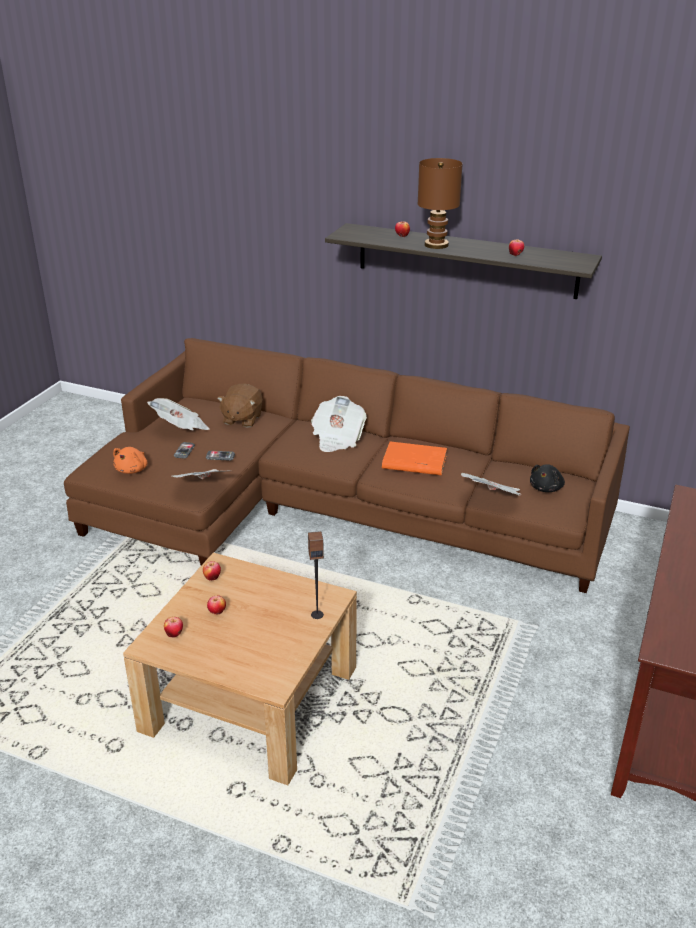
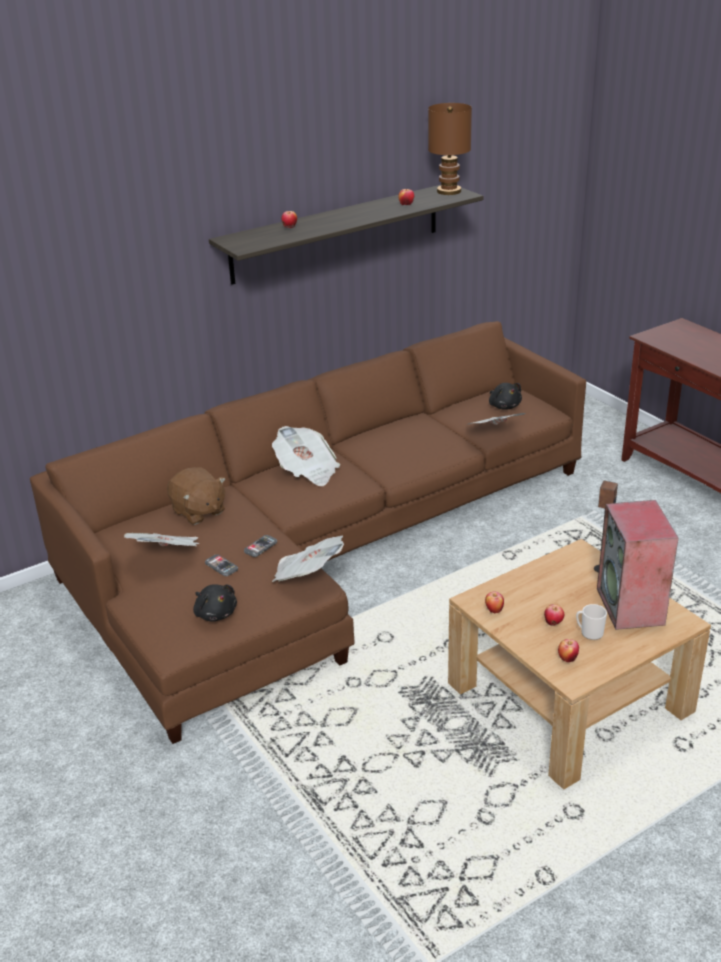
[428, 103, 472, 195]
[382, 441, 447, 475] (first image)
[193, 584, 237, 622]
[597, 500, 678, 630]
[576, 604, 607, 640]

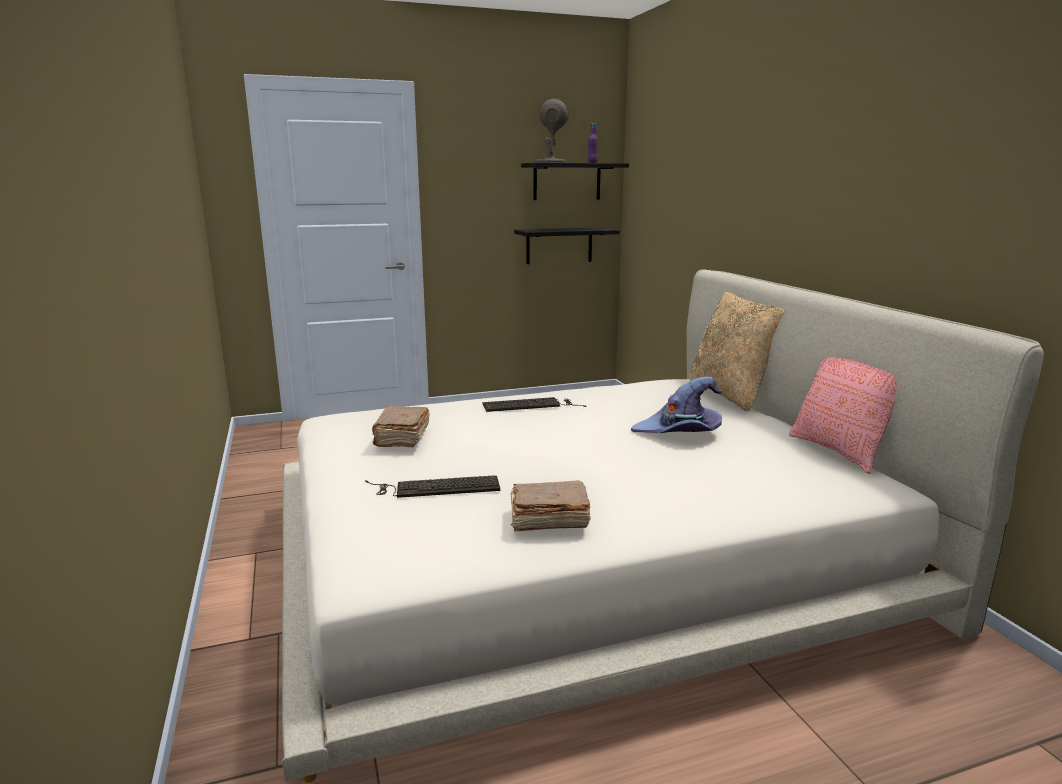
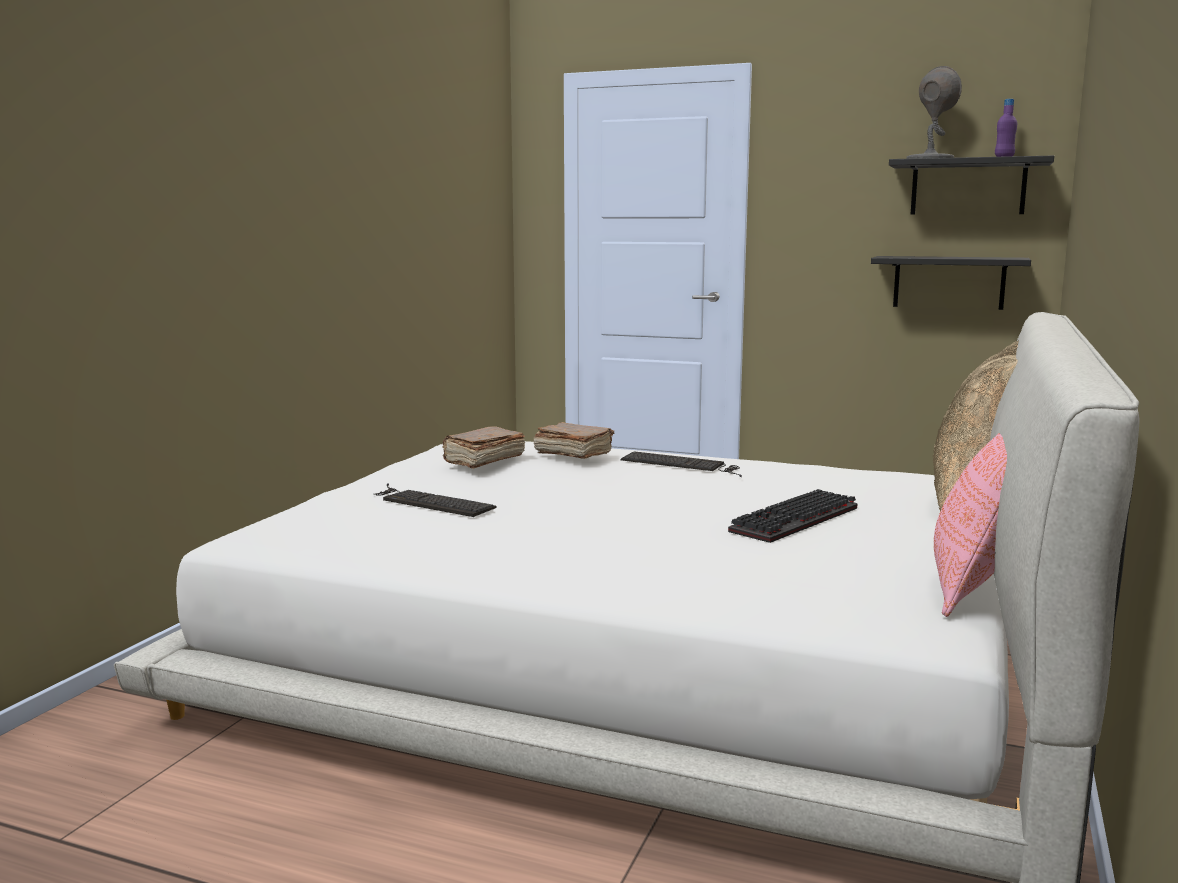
[728, 489, 857, 543]
[534, 422, 614, 459]

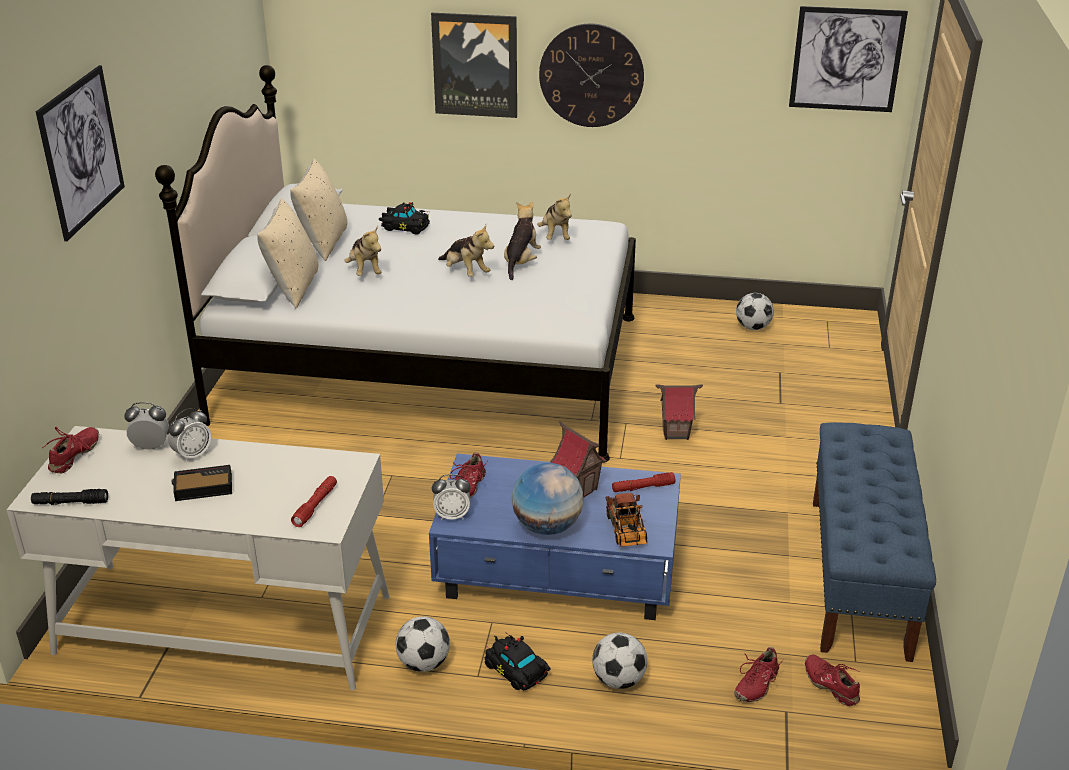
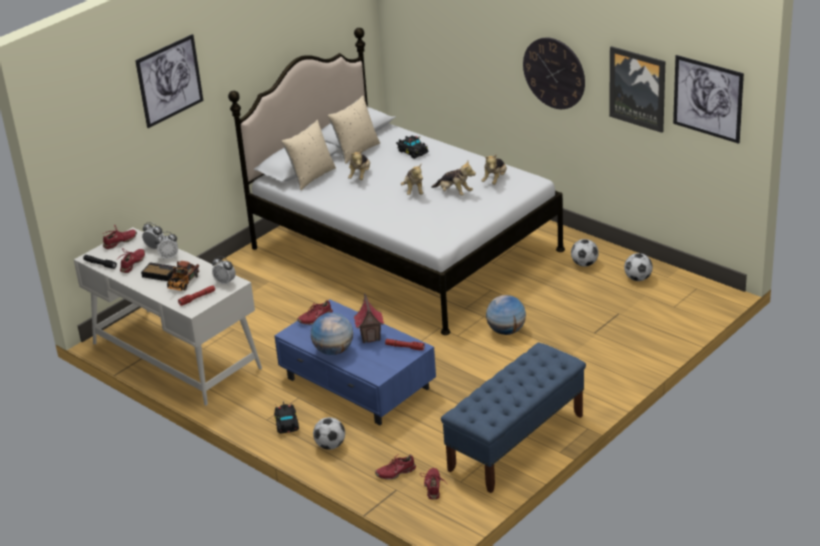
[609, 46, 665, 133]
[431, 161, 476, 196]
[486, 295, 526, 335]
[212, 256, 236, 286]
[167, 261, 199, 291]
[571, 239, 599, 267]
[120, 248, 145, 273]

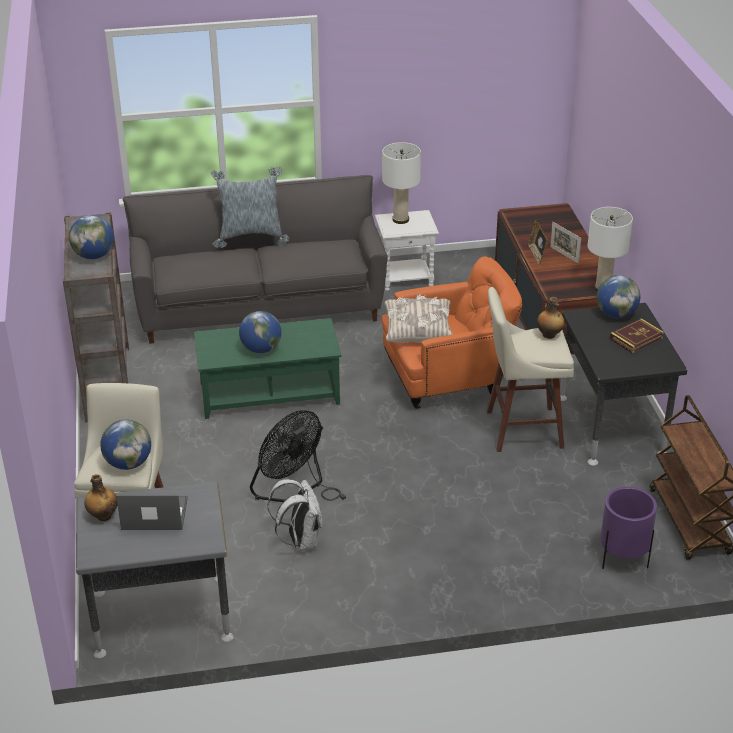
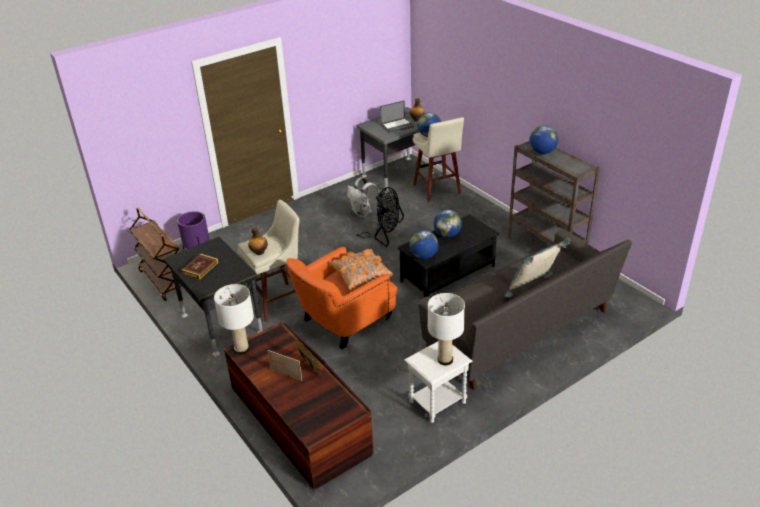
[409, 230, 438, 259]
[330, 249, 393, 290]
[397, 214, 499, 298]

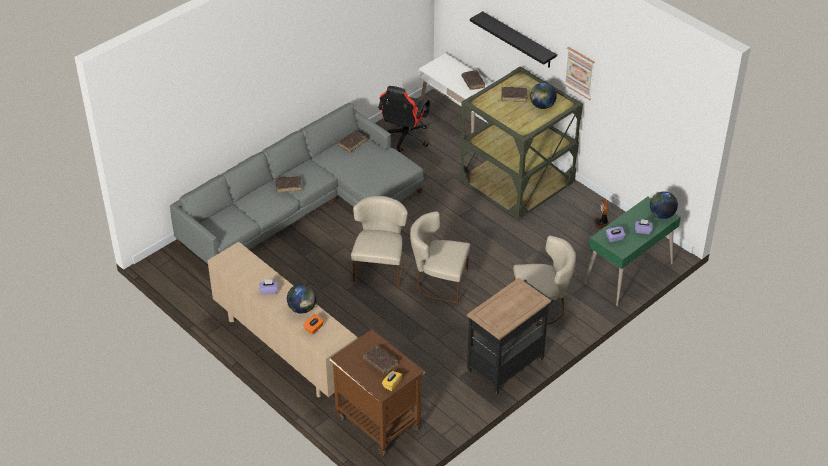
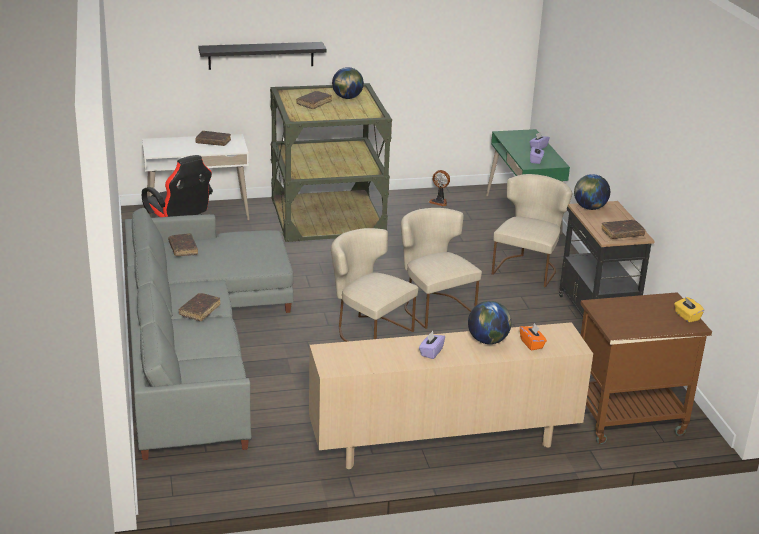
[563, 47, 595, 100] (first image)
[574, 174, 610, 210]
[401, 208, 482, 329]
[601, 220, 646, 239]

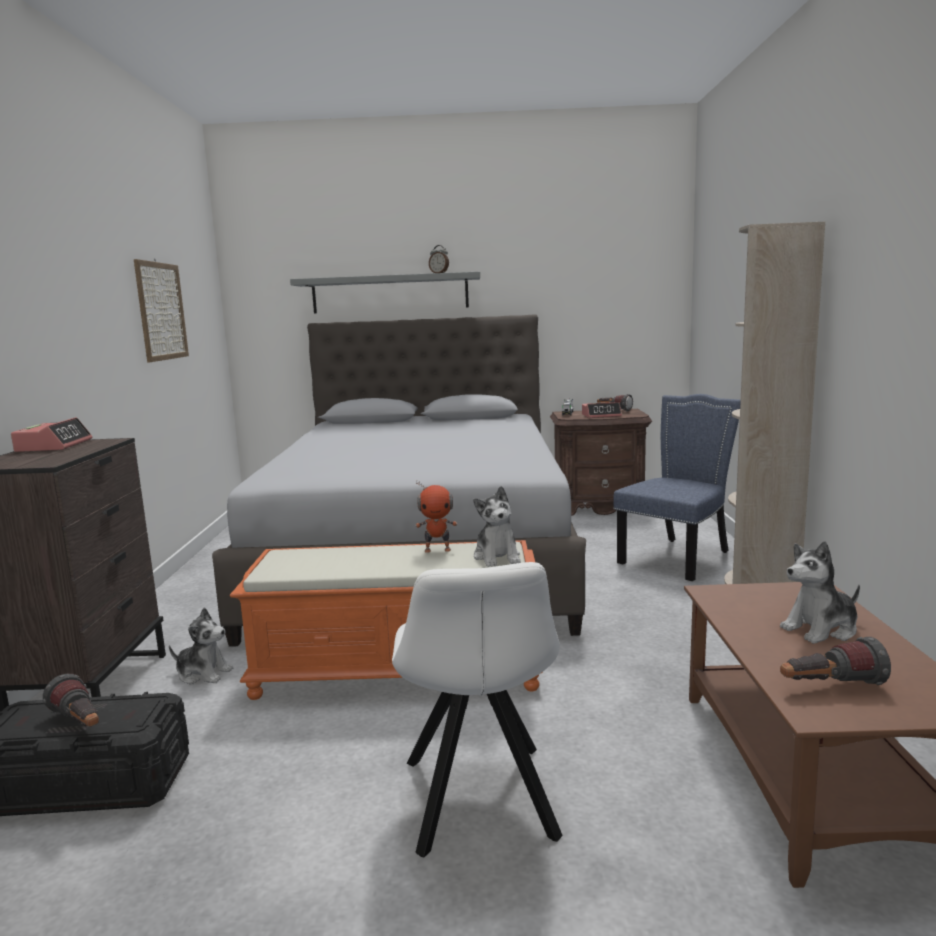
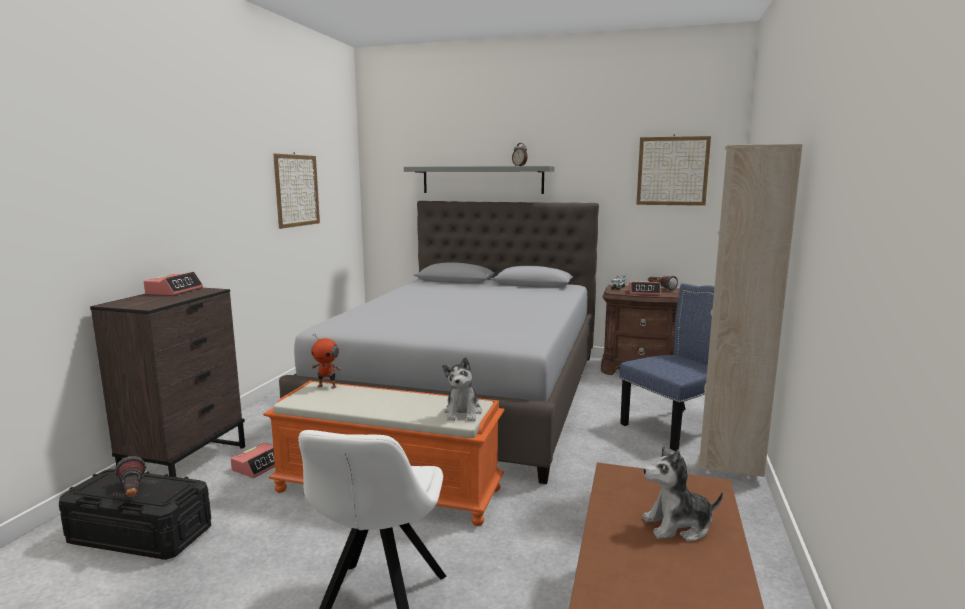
[311, 334, 341, 389]
[231, 442, 275, 478]
[780, 637, 891, 685] (first image)
[636, 134, 711, 206]

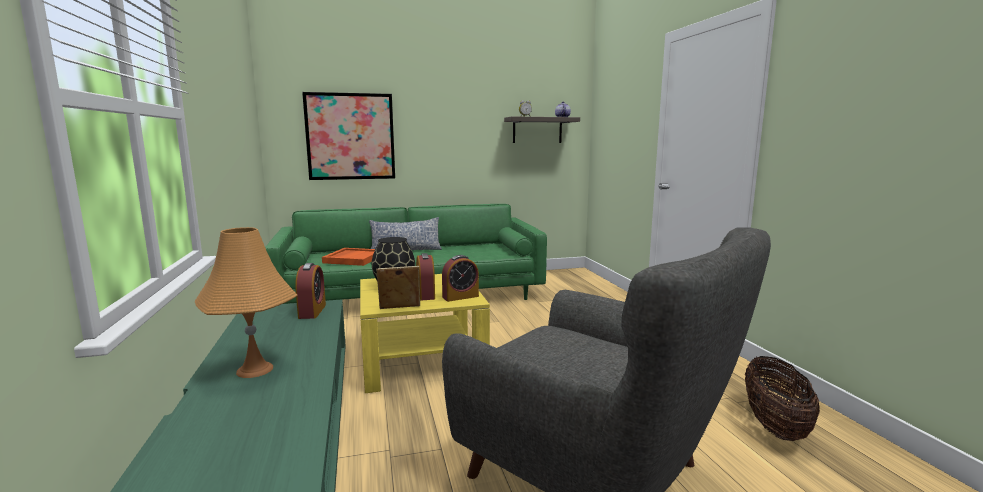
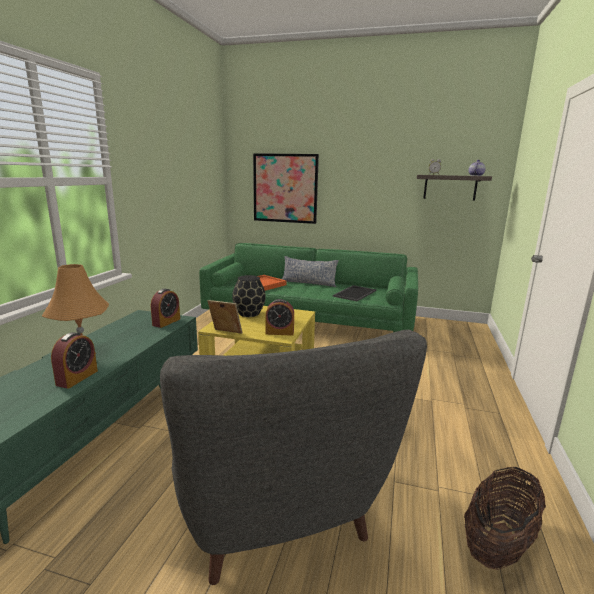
[51, 332, 98, 389]
[333, 285, 376, 302]

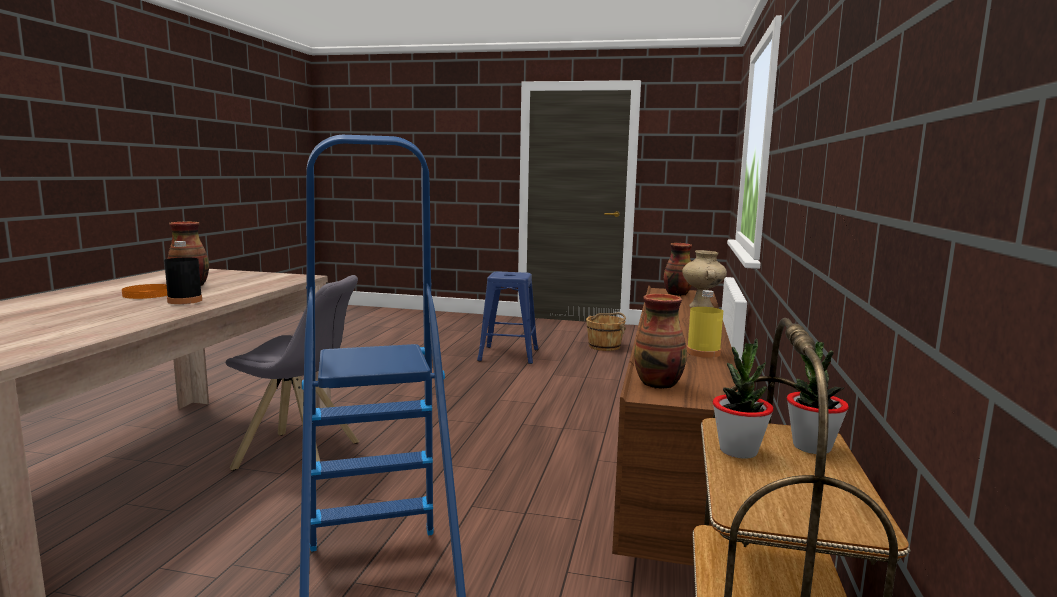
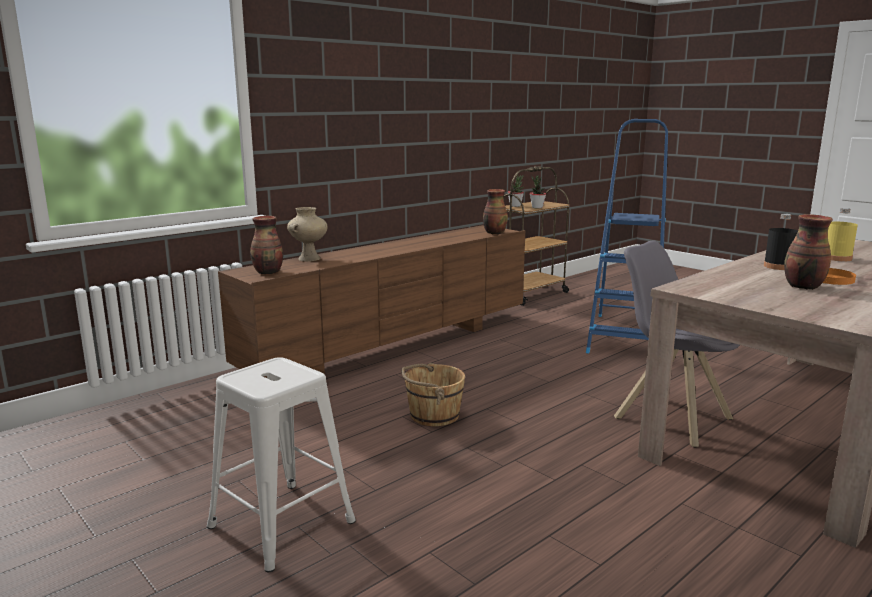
[207, 357, 356, 572]
[828, 208, 858, 261]
[401, 363, 465, 426]

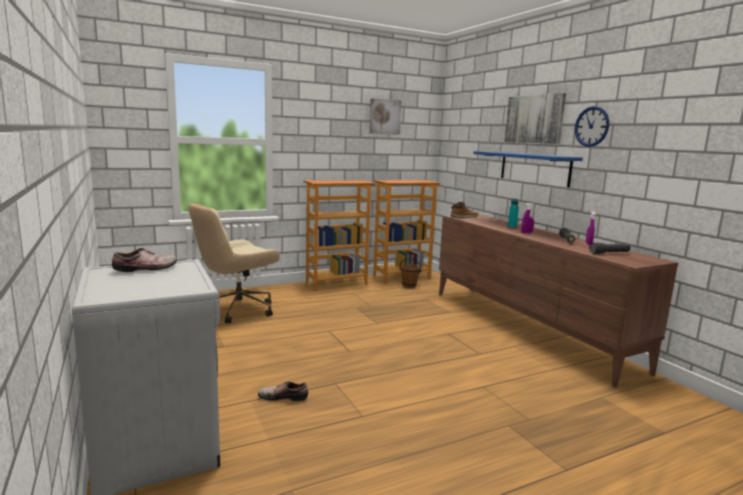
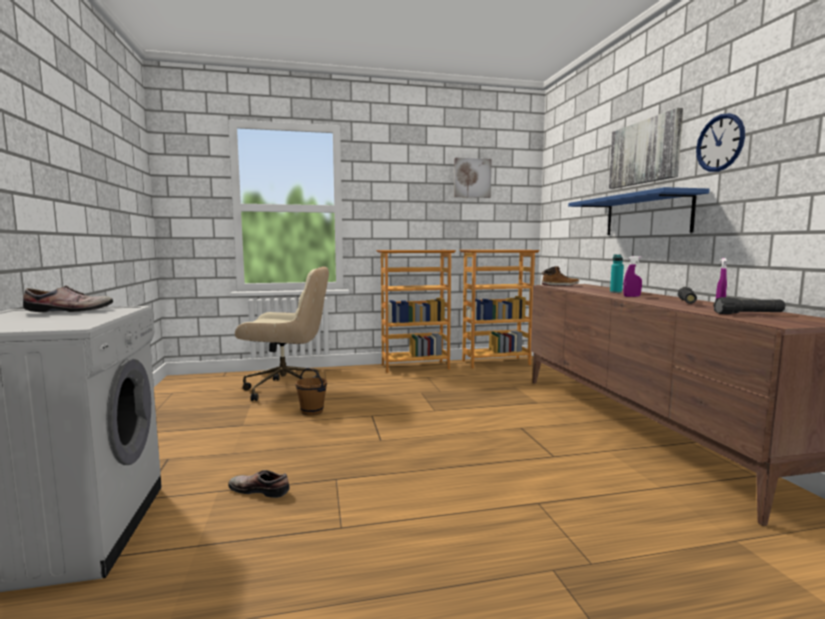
[235, 266, 329, 401]
[295, 368, 327, 415]

